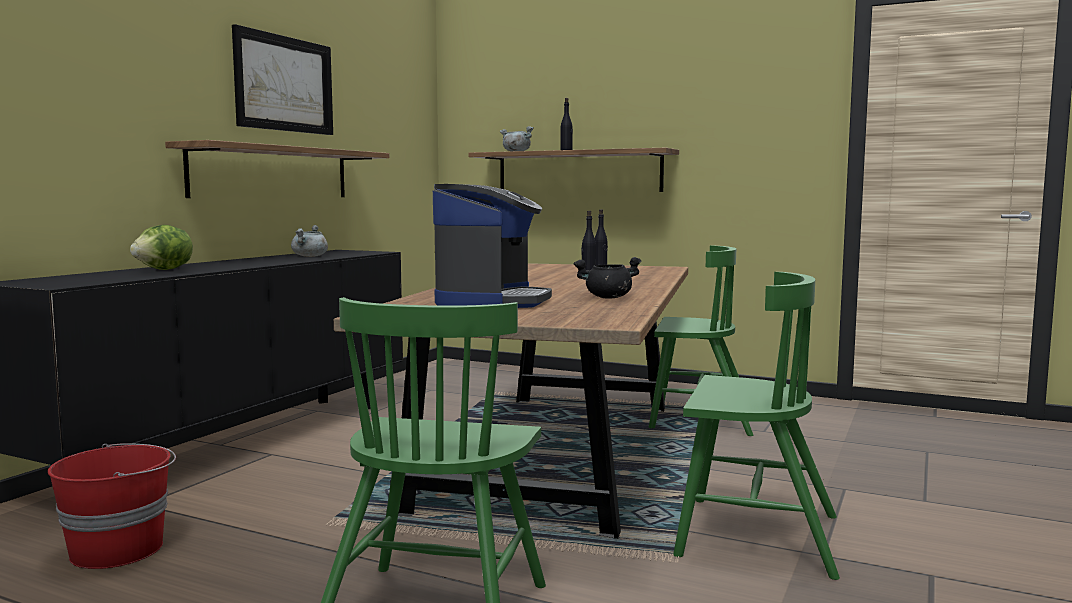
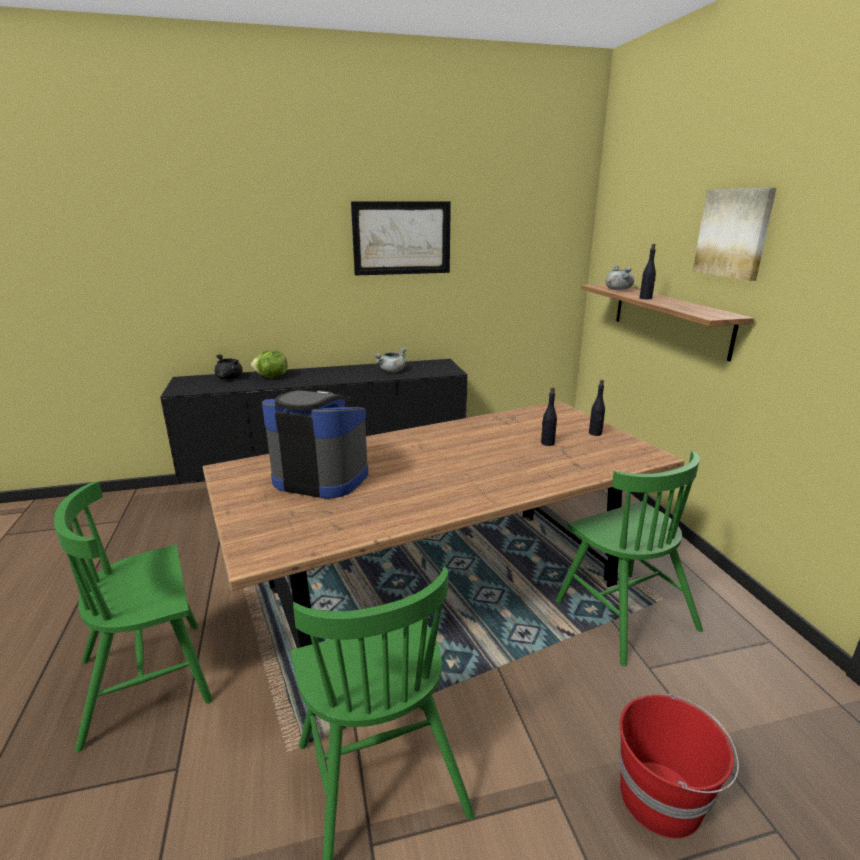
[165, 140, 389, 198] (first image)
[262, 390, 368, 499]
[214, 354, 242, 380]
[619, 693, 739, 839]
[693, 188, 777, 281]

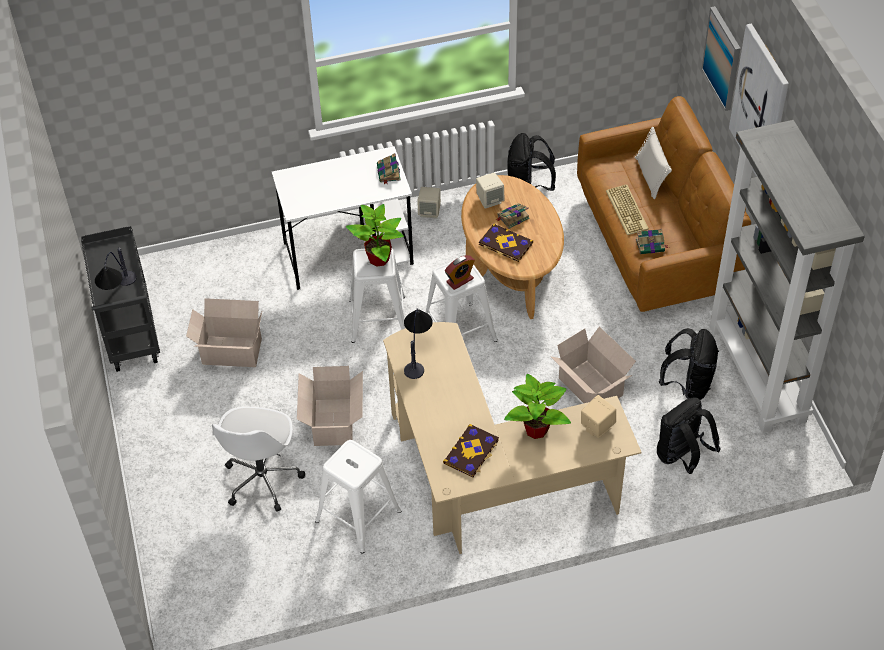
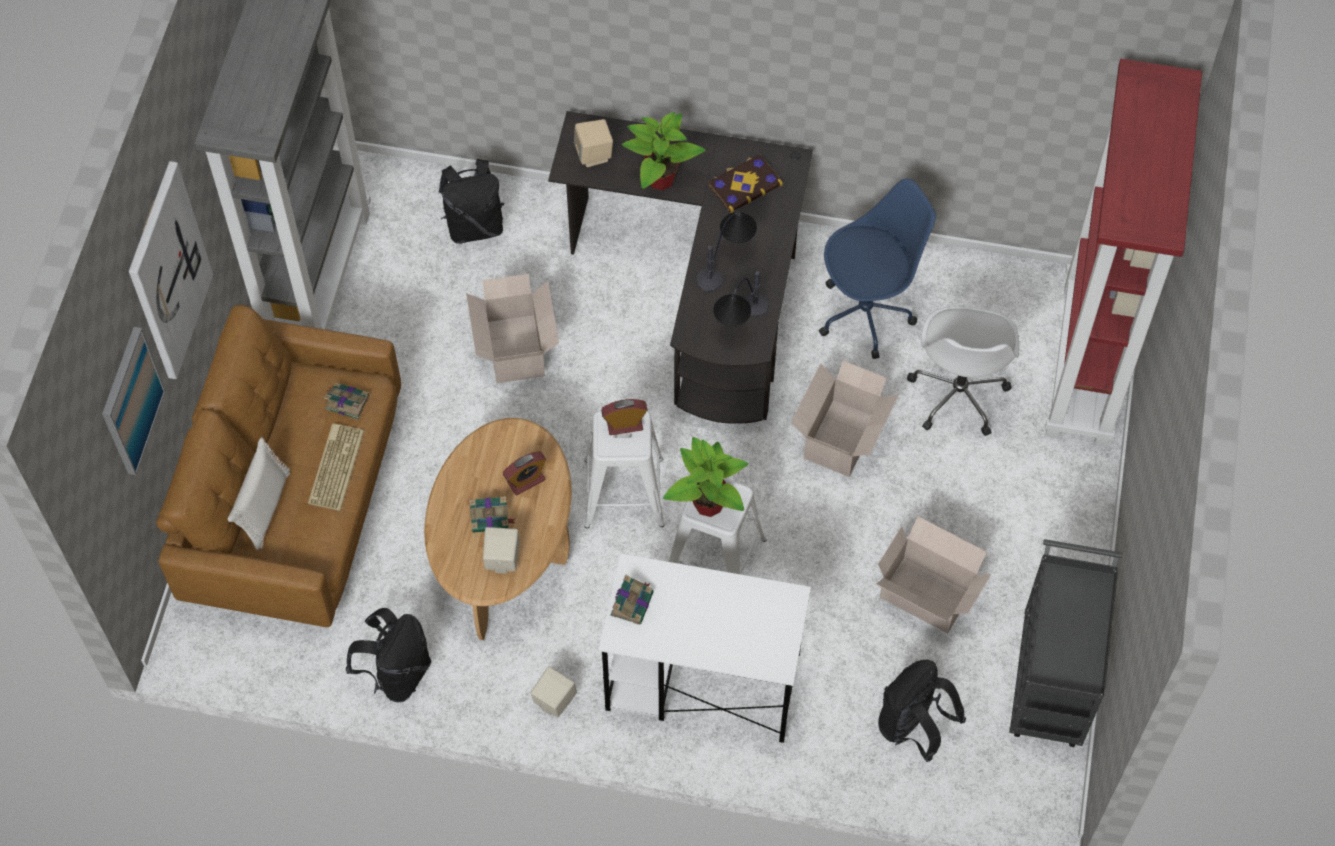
[503, 451, 546, 495]
[697, 212, 757, 291]
[548, 111, 813, 424]
[878, 660, 966, 762]
[907, 307, 1019, 436]
[819, 178, 936, 359]
[1045, 59, 1202, 447]

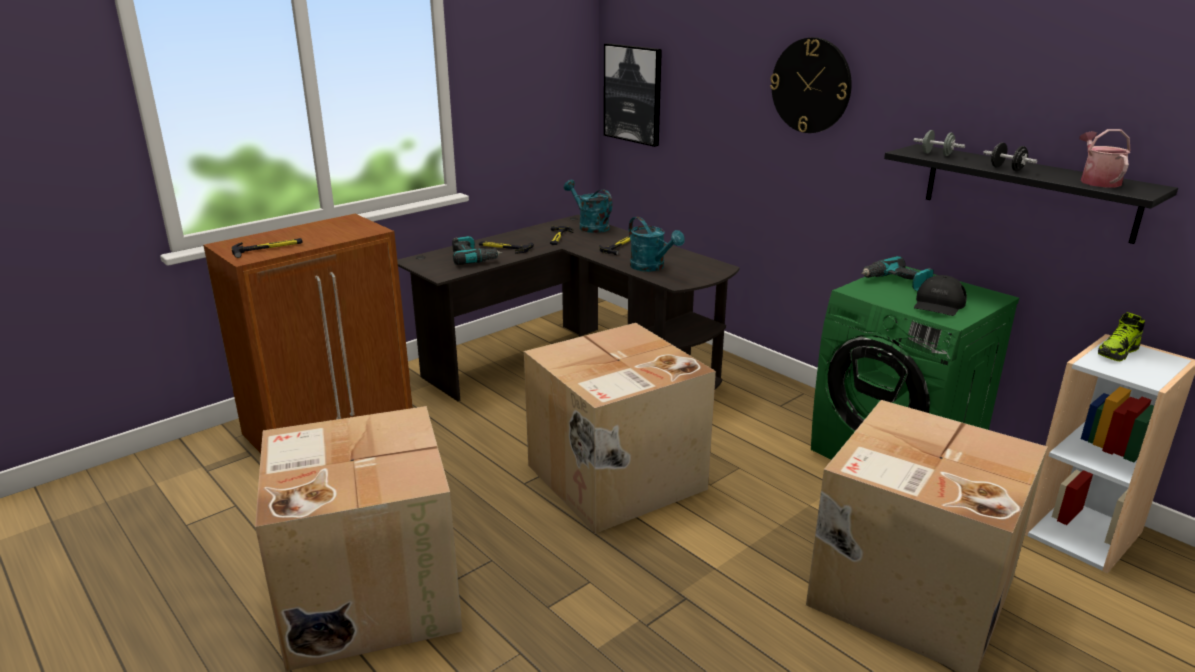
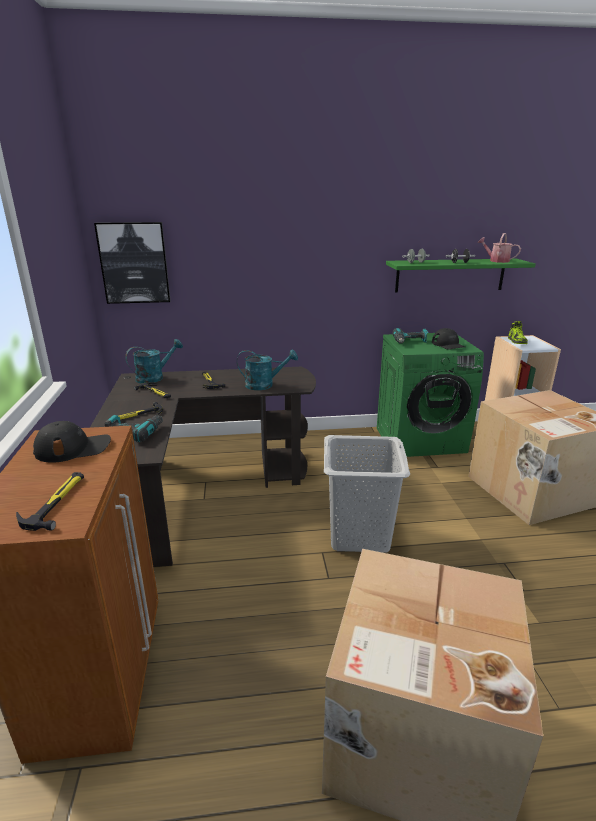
[770, 37, 852, 133] (first image)
[386, 259, 536, 292]
[125, 339, 183, 384]
[324, 435, 410, 553]
[33, 421, 111, 463]

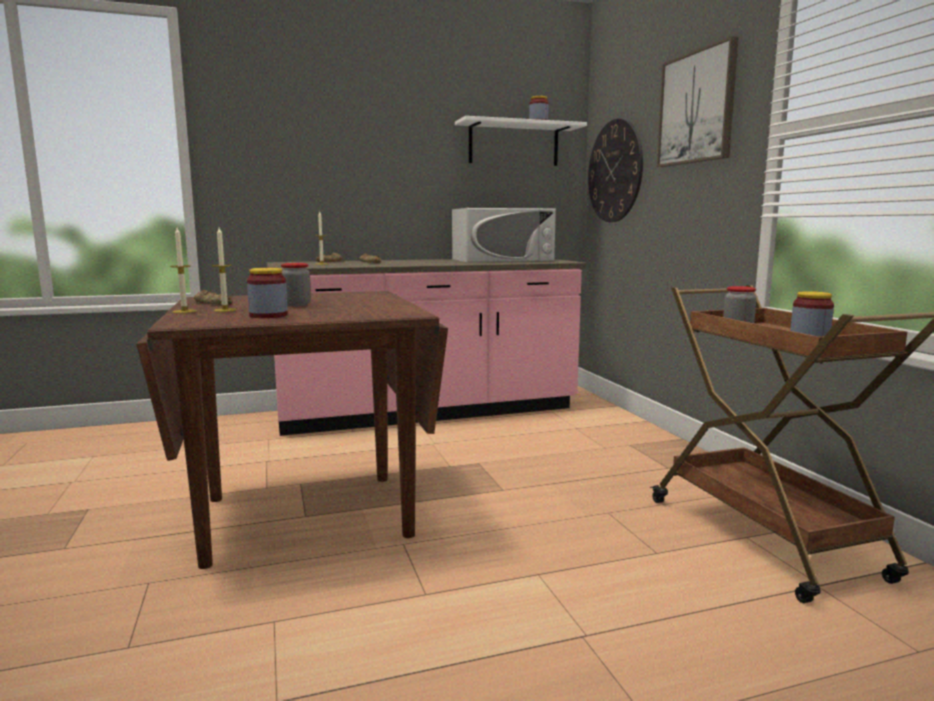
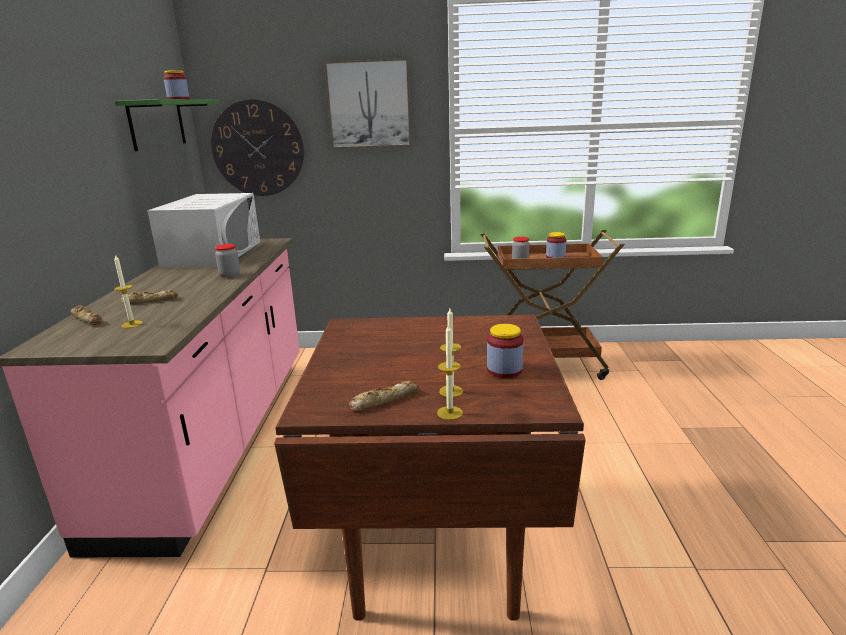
[114, 99, 220, 151]
[215, 244, 240, 277]

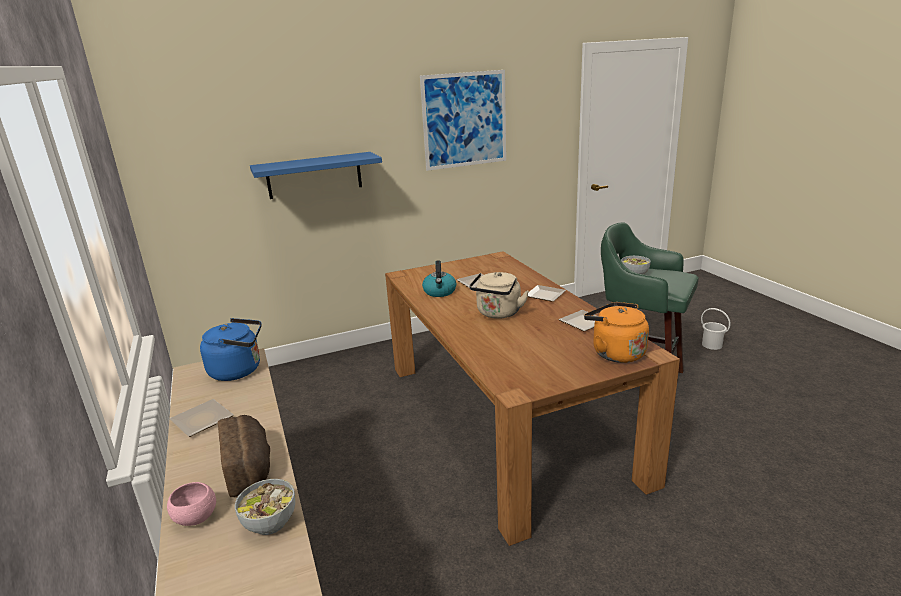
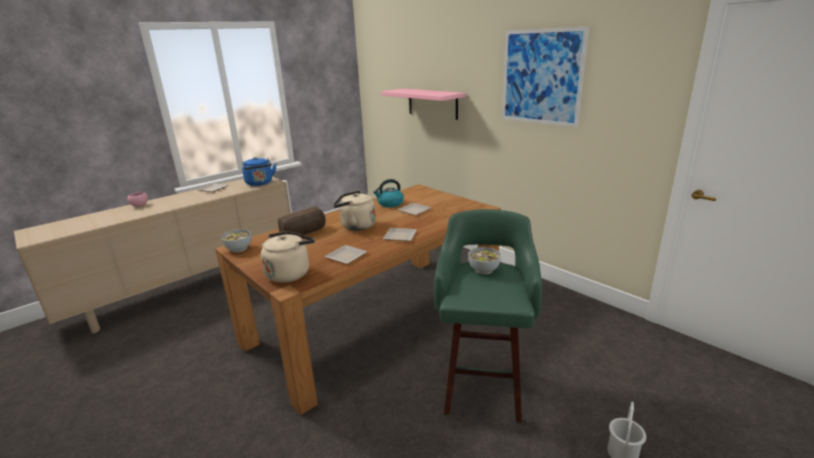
[381, 89, 466, 120]
[261, 231, 315, 283]
[278, 207, 326, 235]
[221, 229, 252, 253]

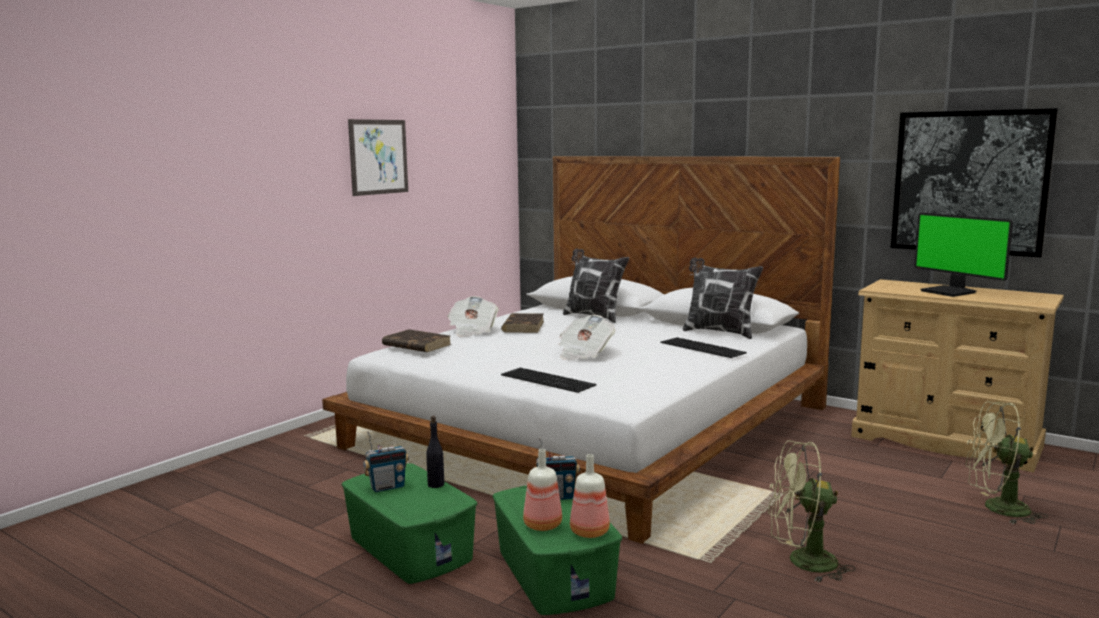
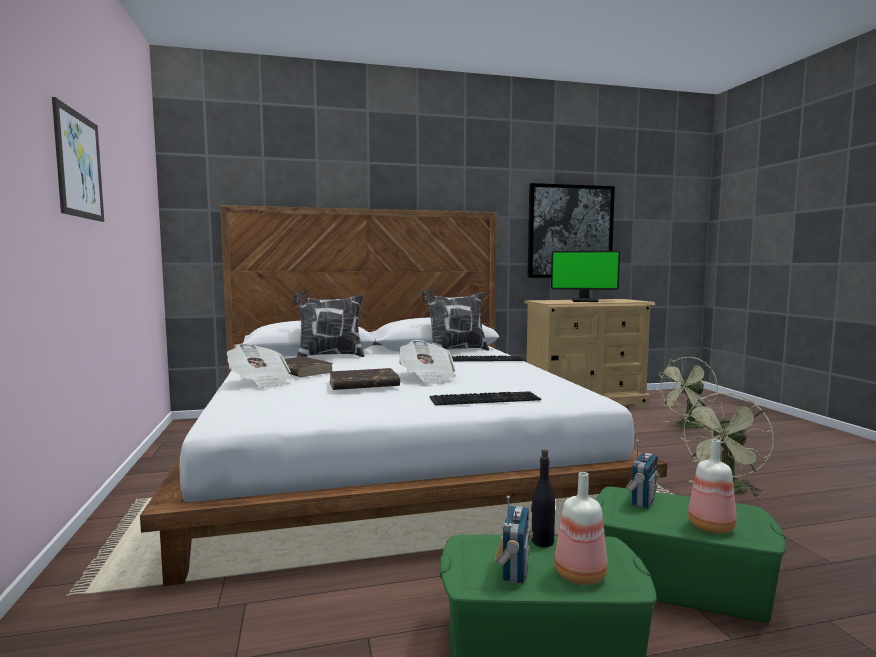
[329, 368, 400, 390]
[554, 472, 608, 585]

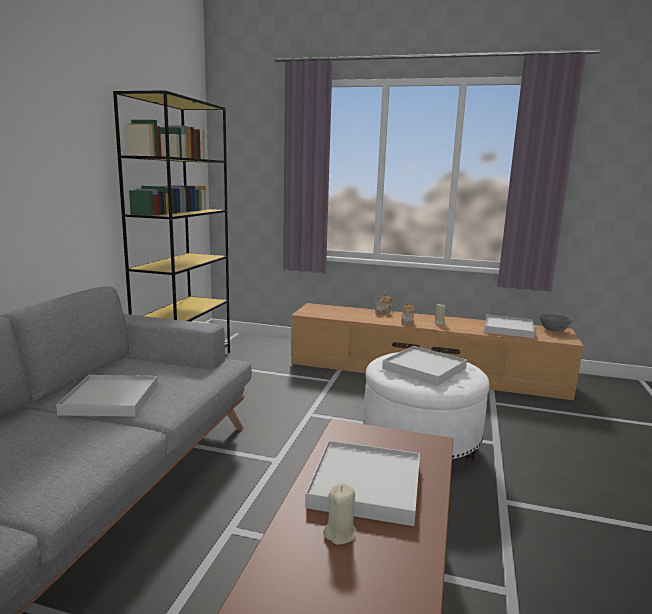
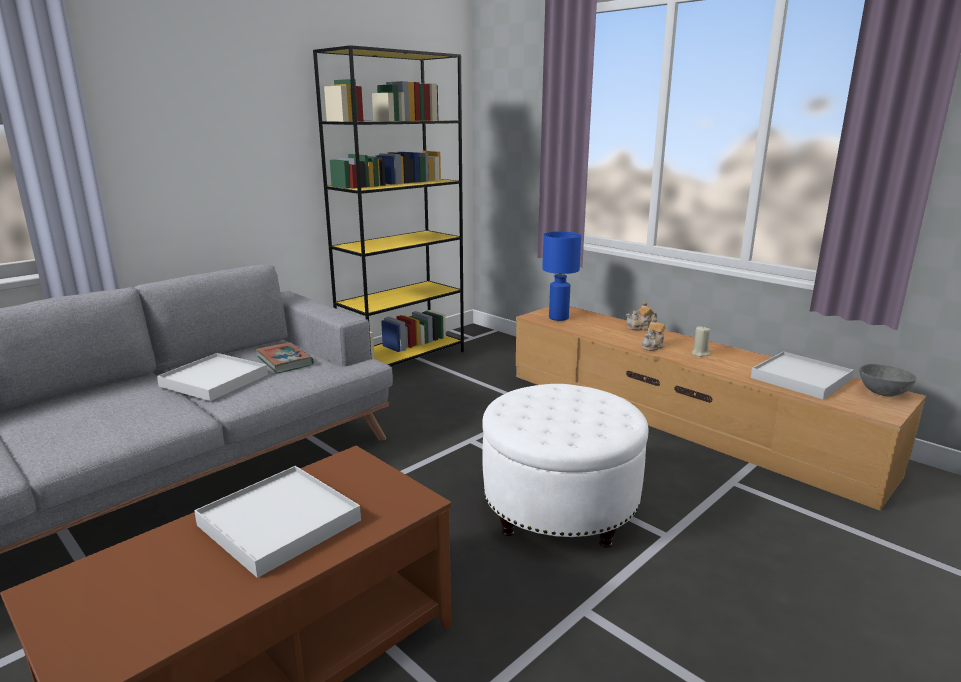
[382, 346, 467, 386] (first image)
[323, 483, 356, 545] (first image)
[542, 231, 581, 321]
[256, 343, 314, 373]

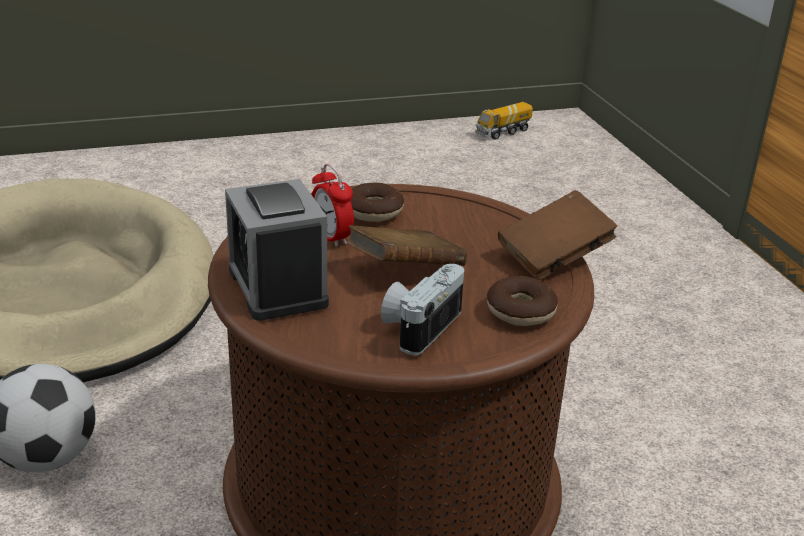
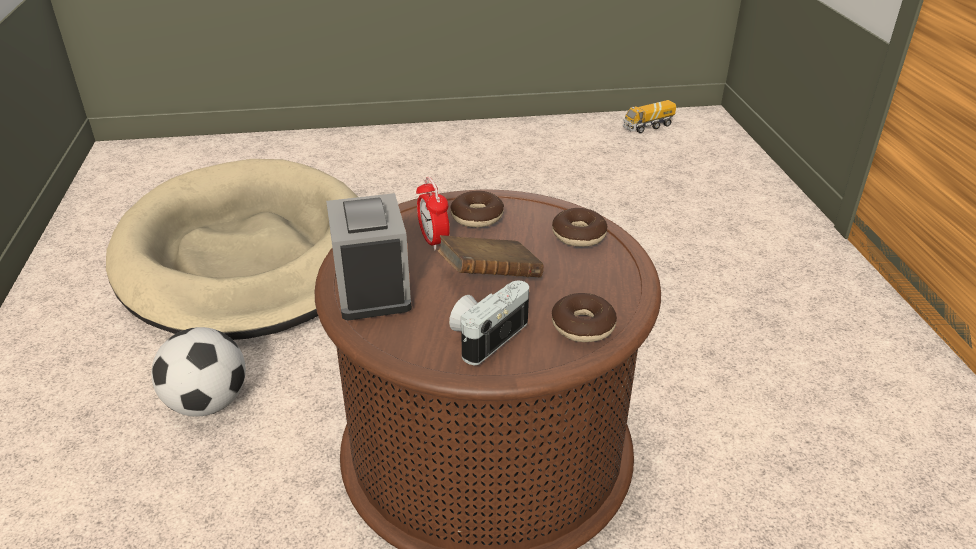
[498, 190, 618, 280] (first image)
[552, 208, 608, 246]

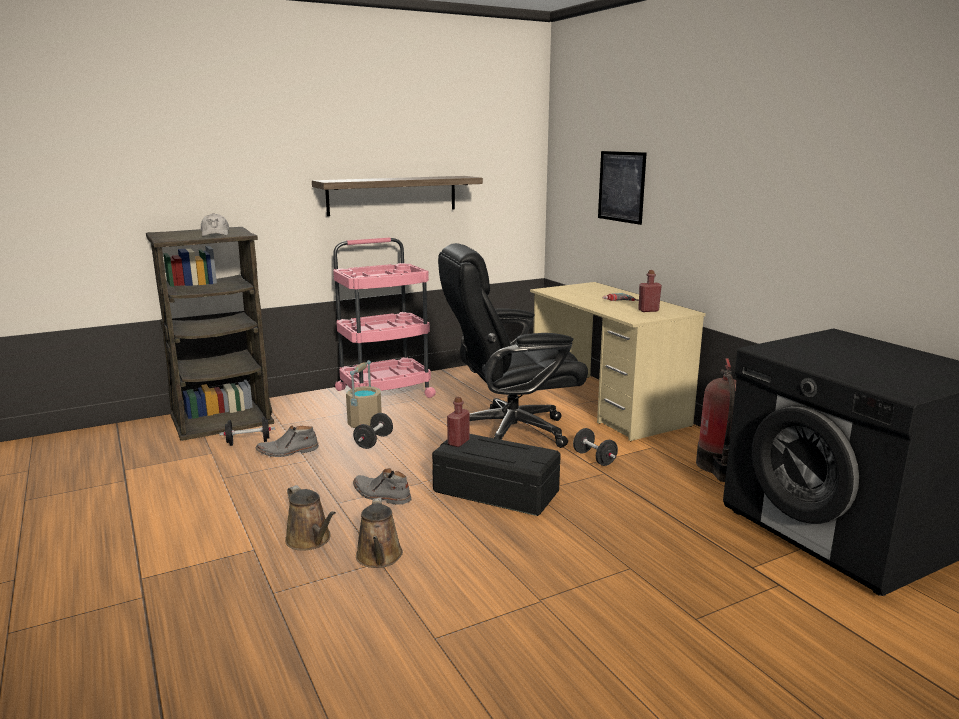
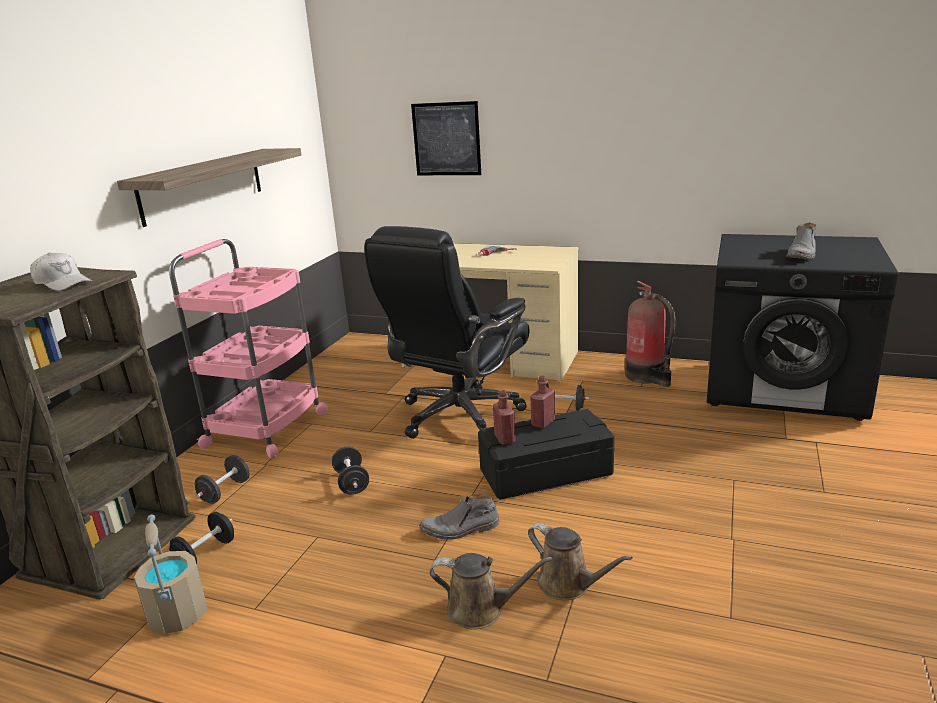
[530, 375, 555, 429]
[134, 515, 208, 634]
[786, 223, 816, 259]
[195, 455, 249, 504]

